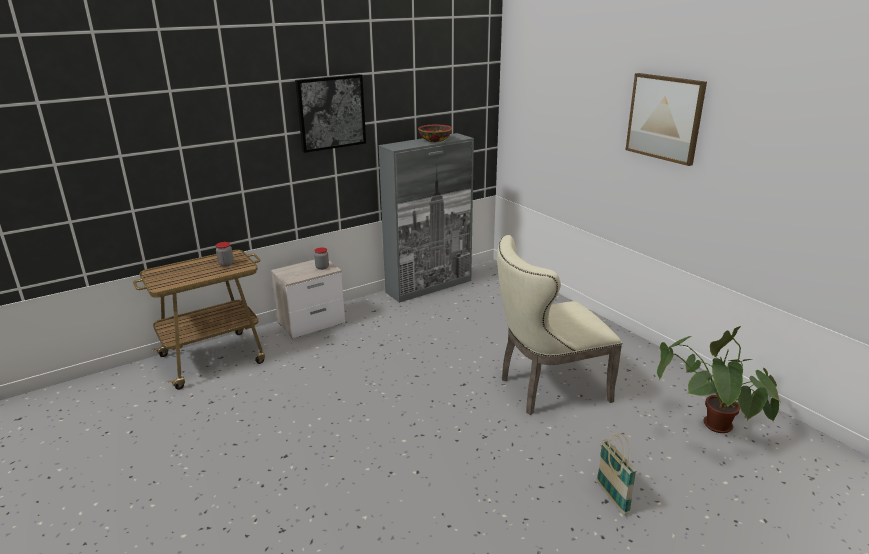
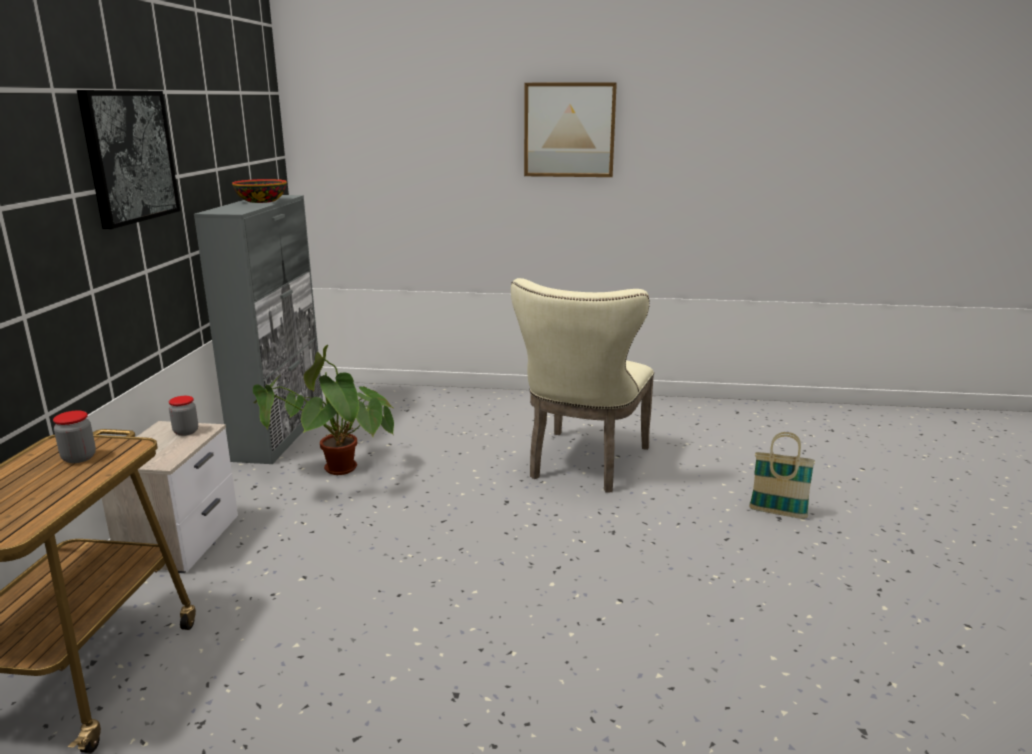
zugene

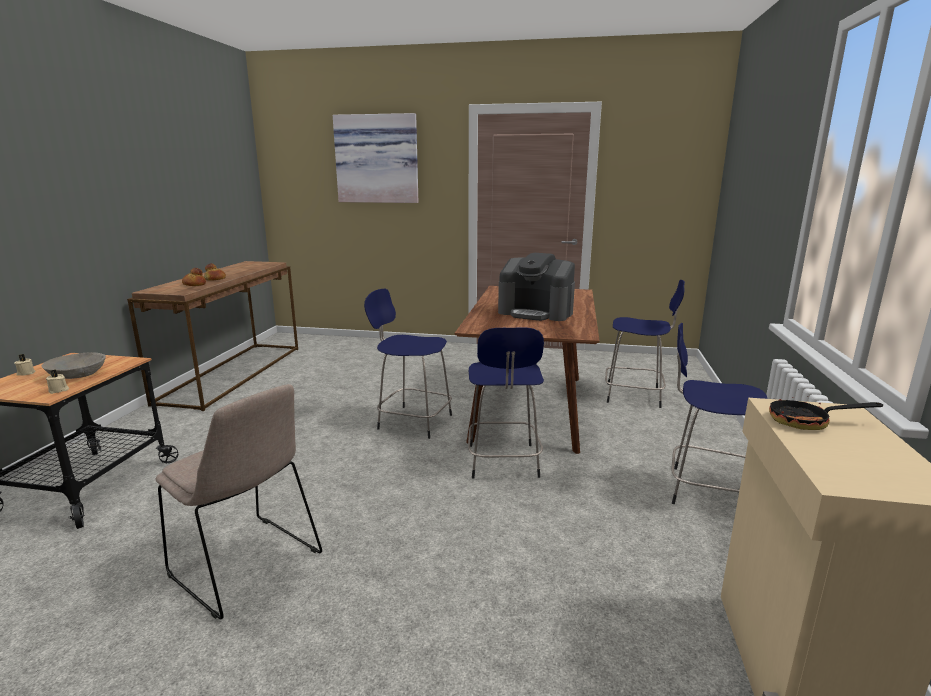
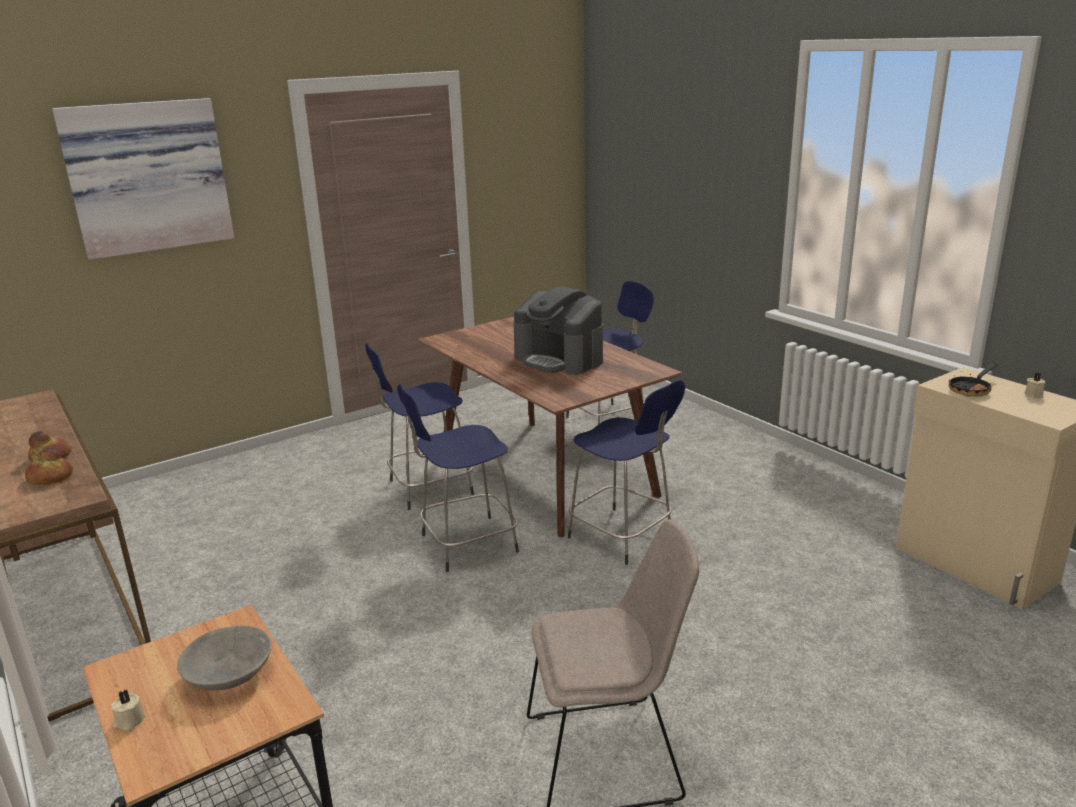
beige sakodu (no. 2 from left)
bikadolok
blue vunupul (no. 1 from left)

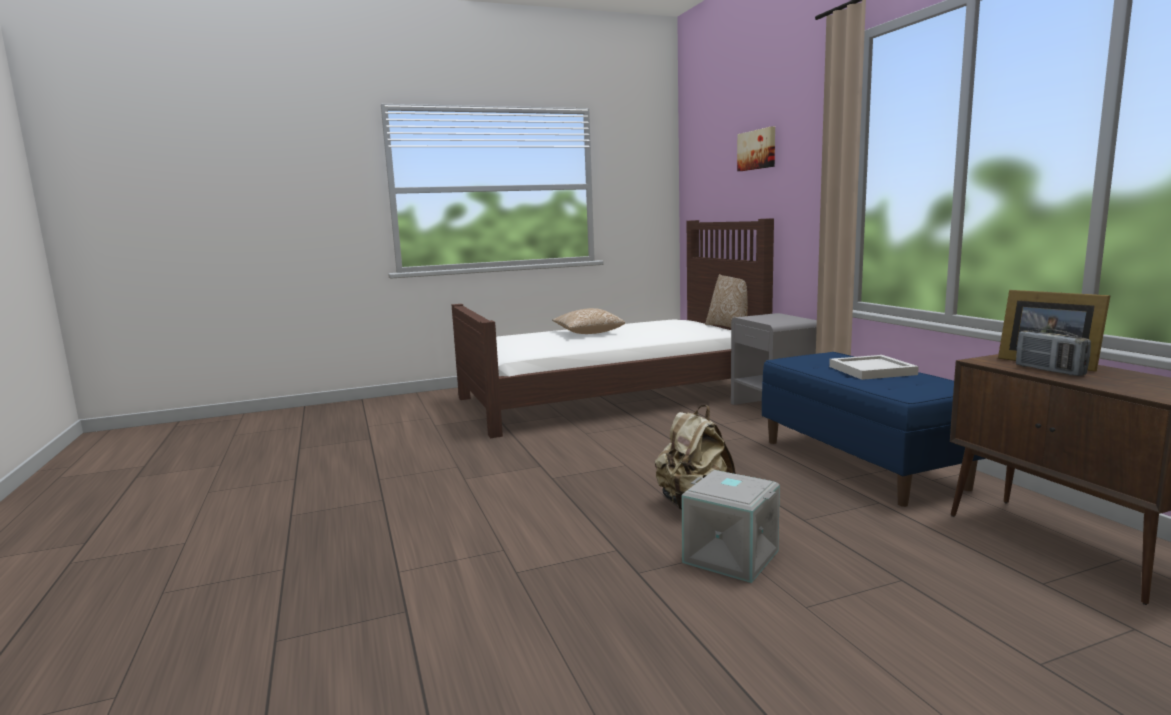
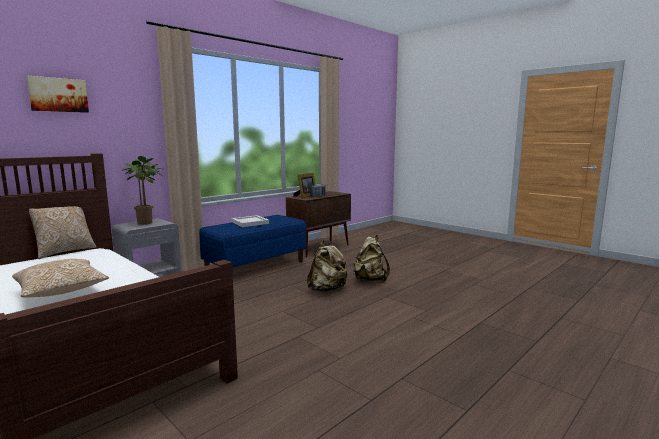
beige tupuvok (no. 2 from left)
zugene

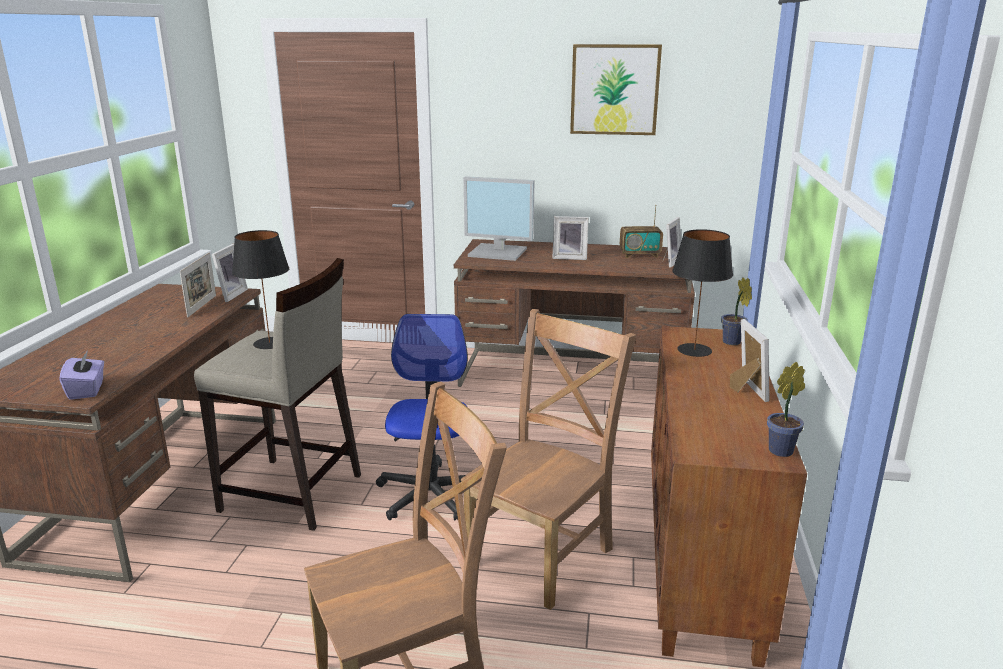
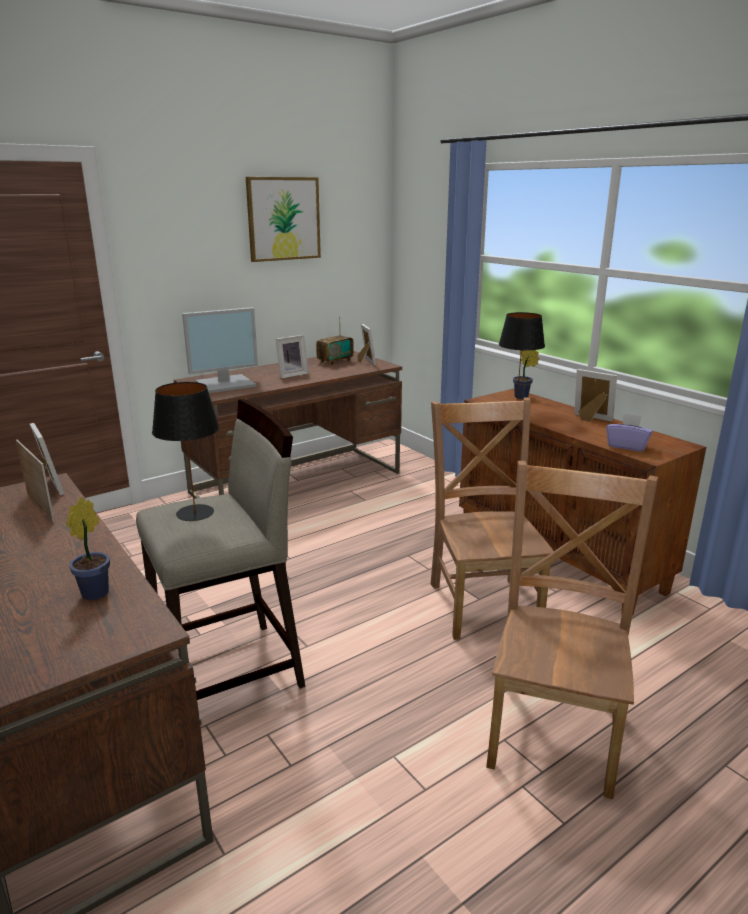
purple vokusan
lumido
zugene (no. 1 from left)

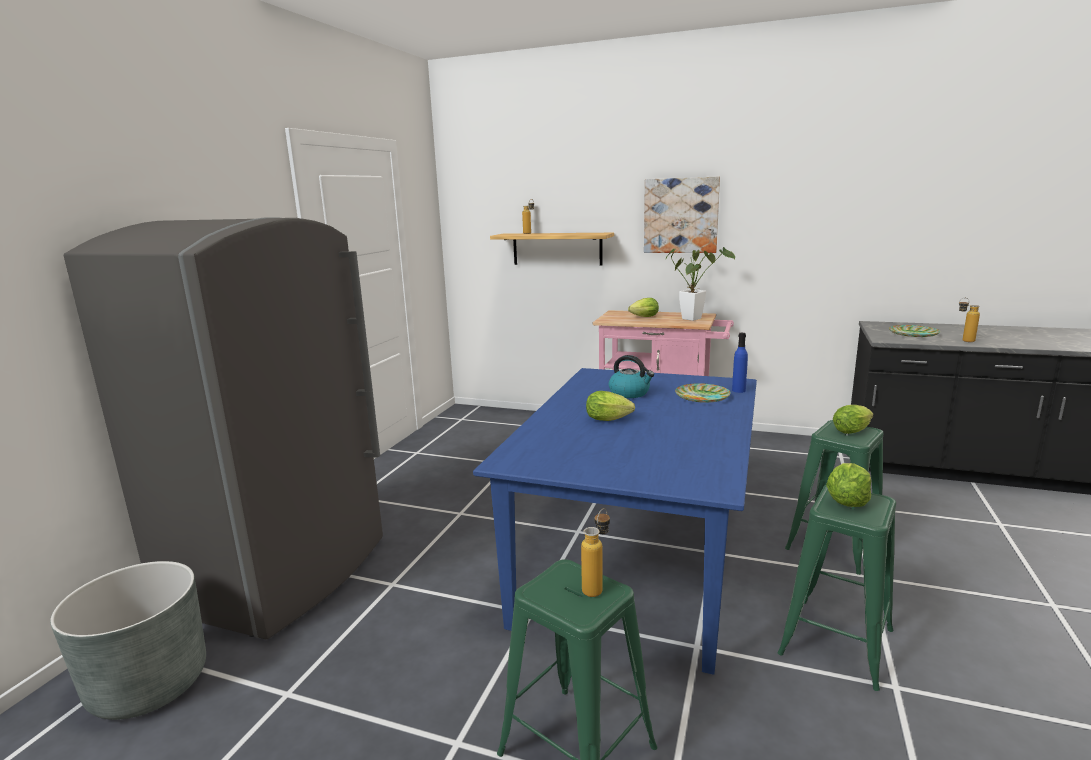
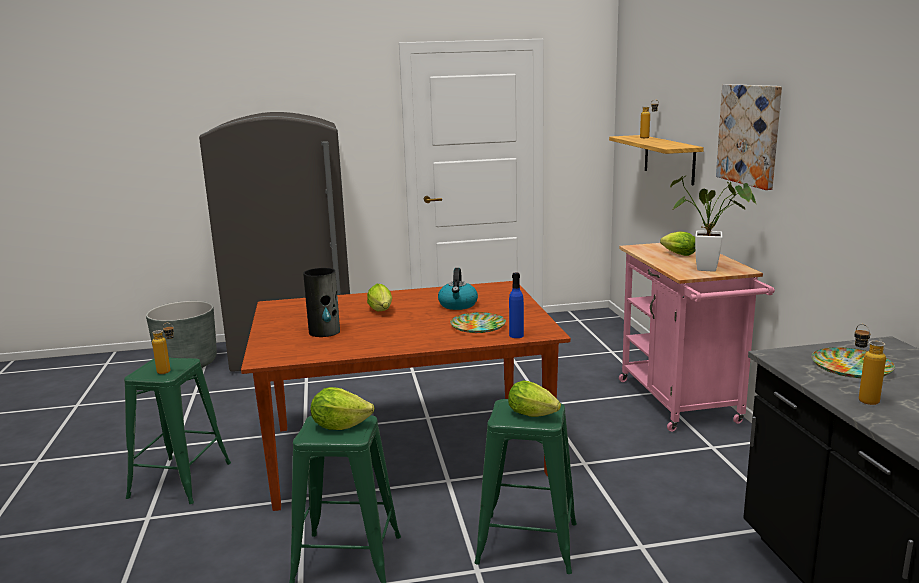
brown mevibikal
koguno

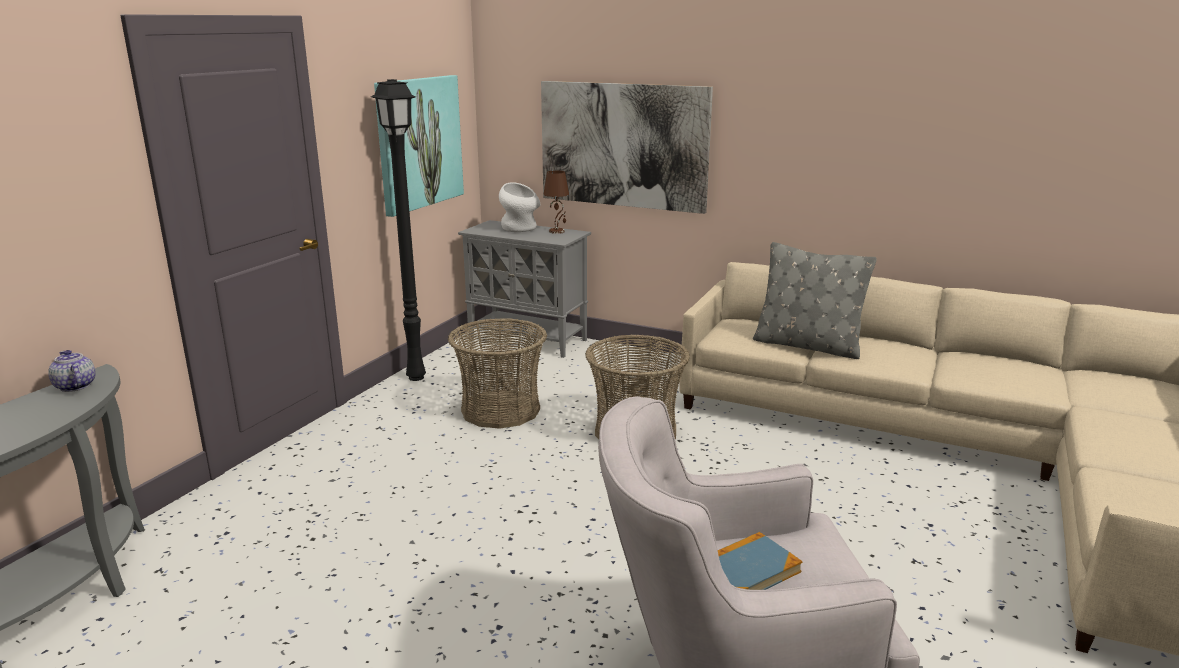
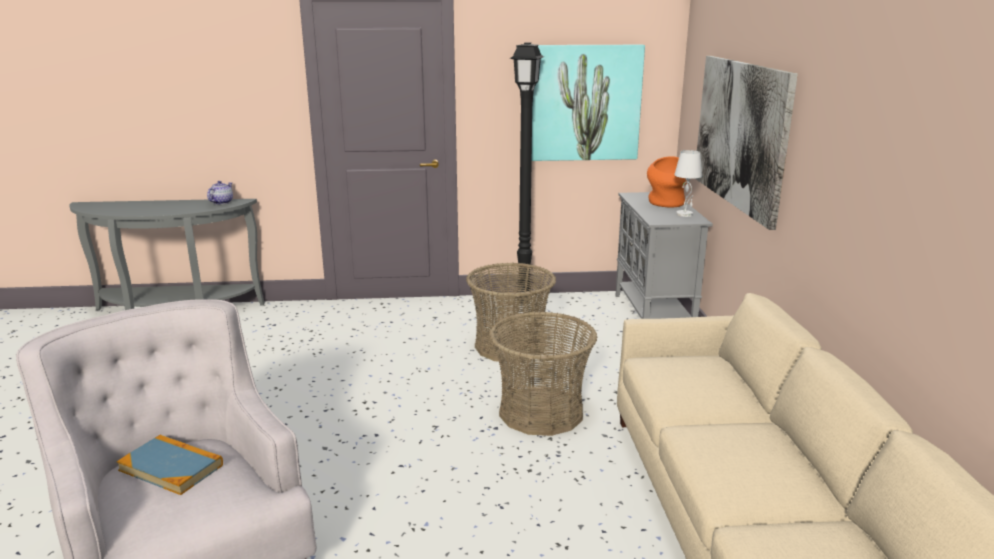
orange koguno
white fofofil
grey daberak

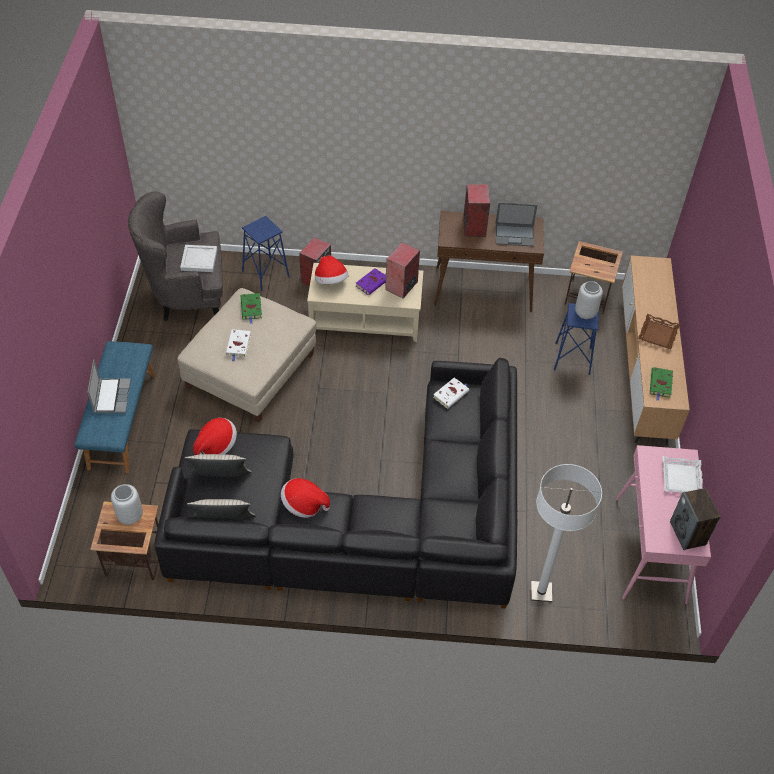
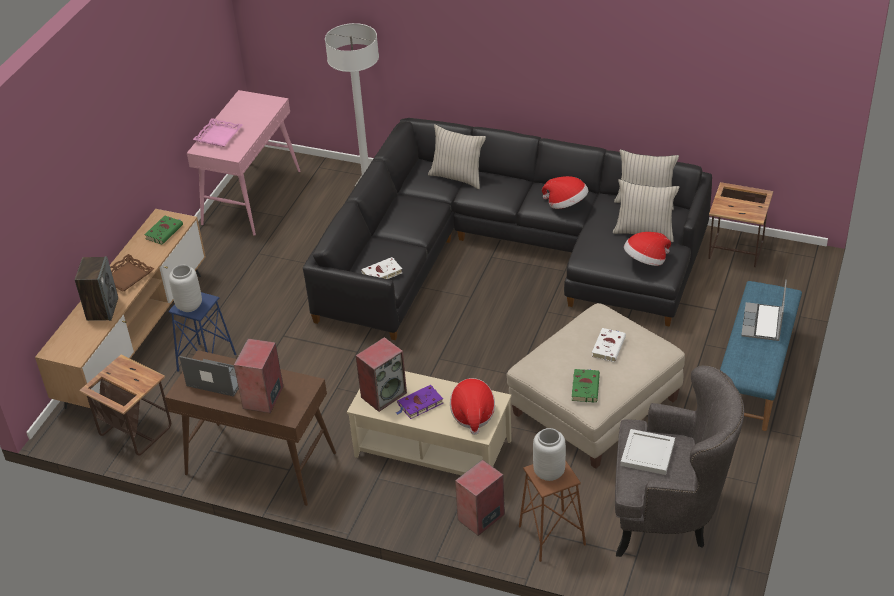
grey koguno (no. 2 from left)
brown vunupul
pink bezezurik
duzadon (no. 1 from left)
beige daberak (no. 1 from left)

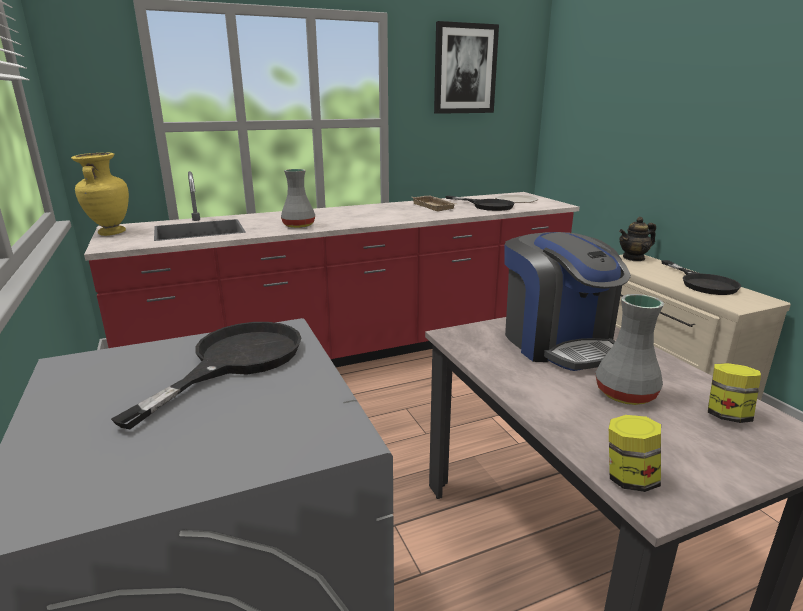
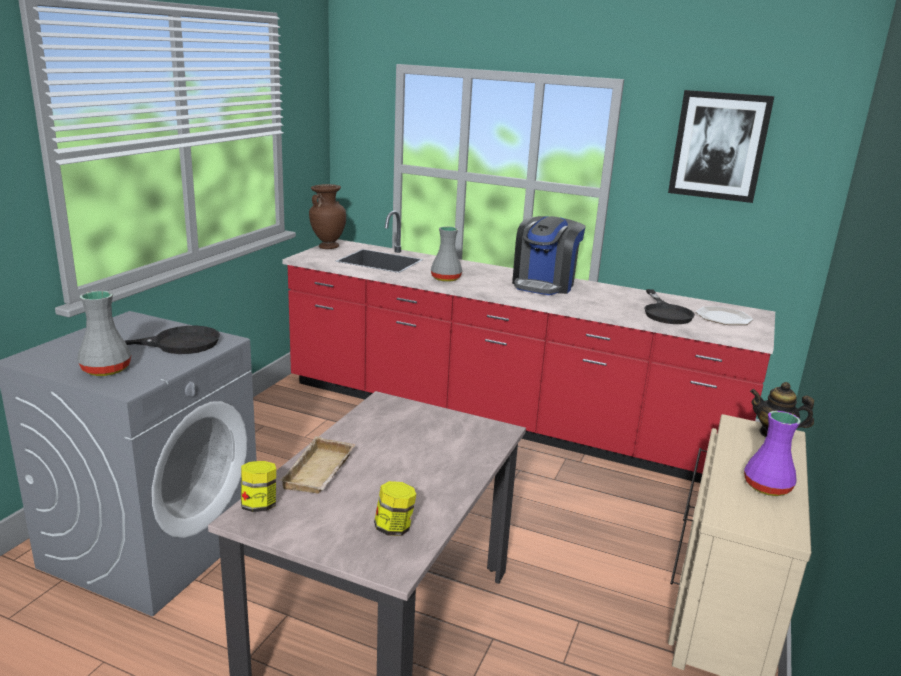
brown koguno
beige bezezurik
bikadolok
grey koguno (no. 1 from left)
purple koguno

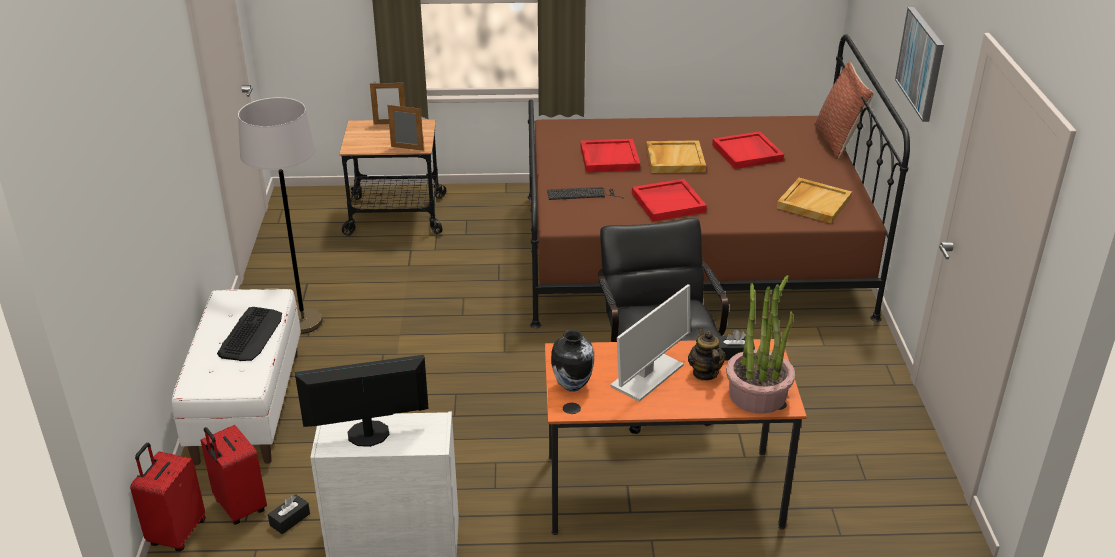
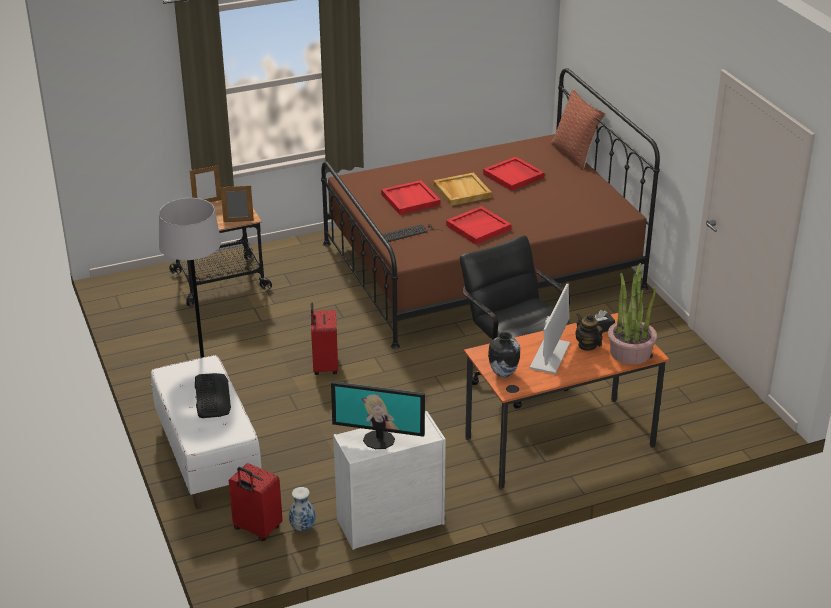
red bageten (no. 2 from left)
koguno (no. 1 from left)
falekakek (no. 1 from left)
beige bezezurik (no. 2 from left in the first image)
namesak

